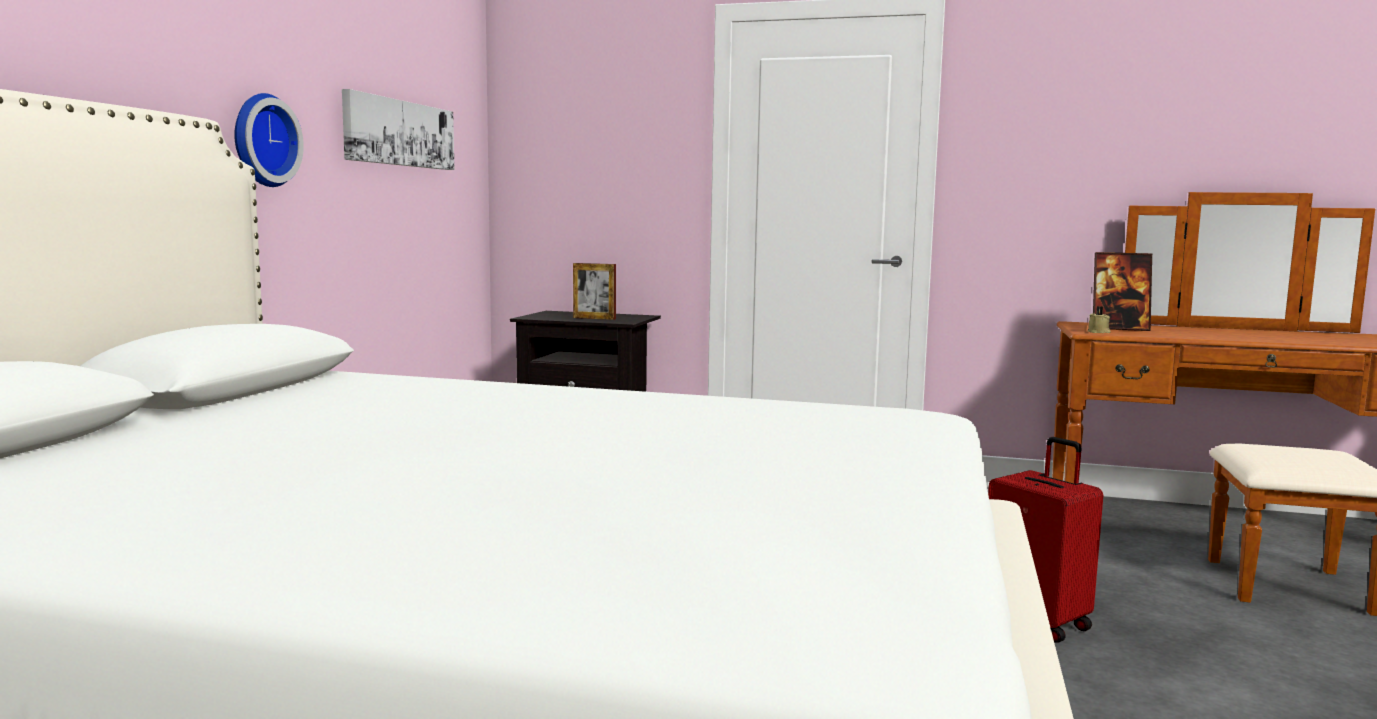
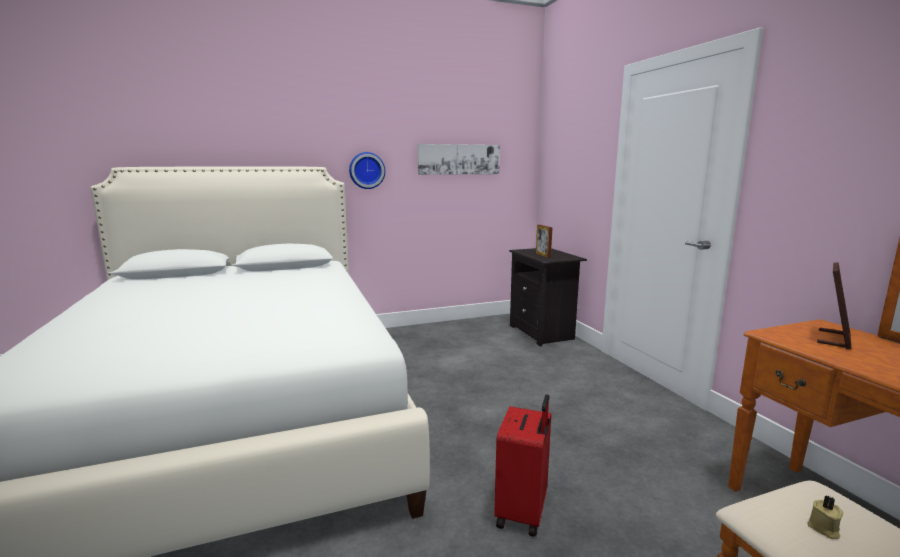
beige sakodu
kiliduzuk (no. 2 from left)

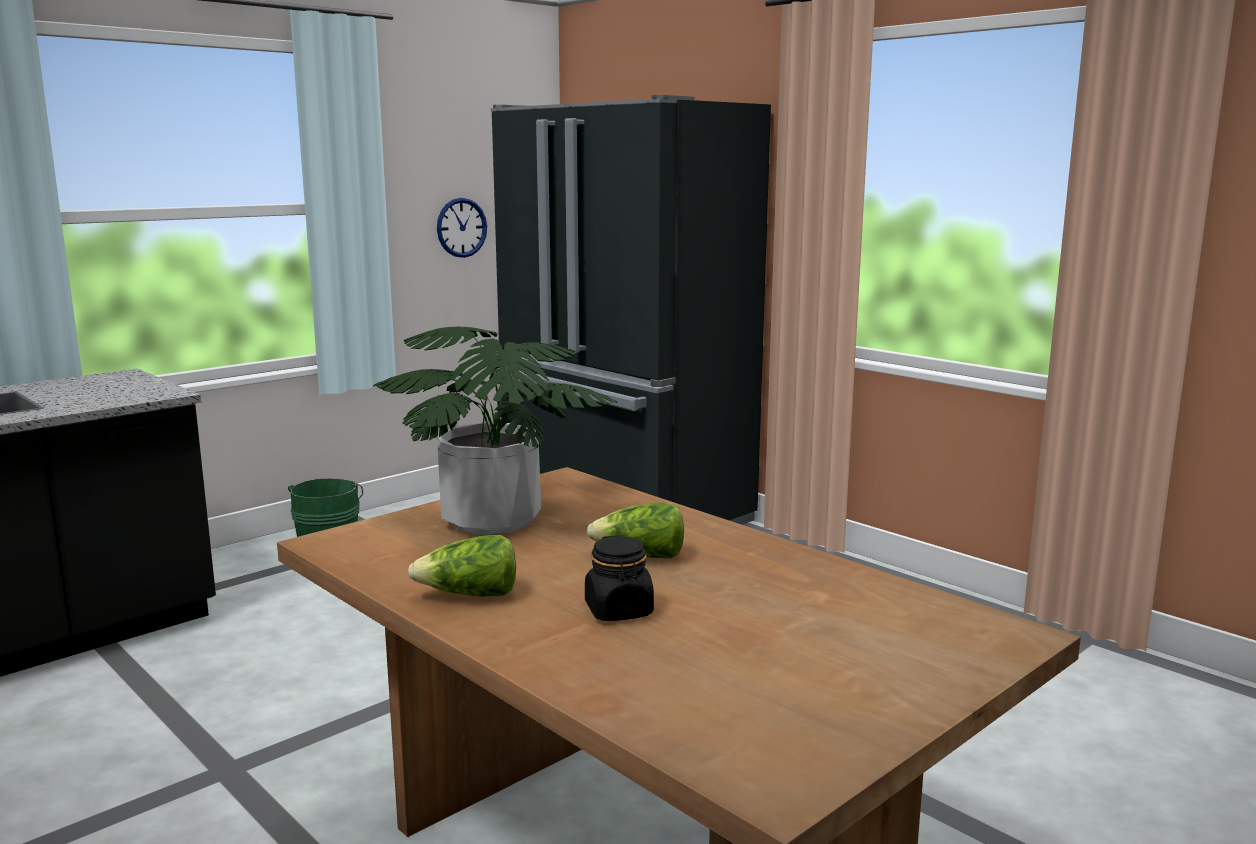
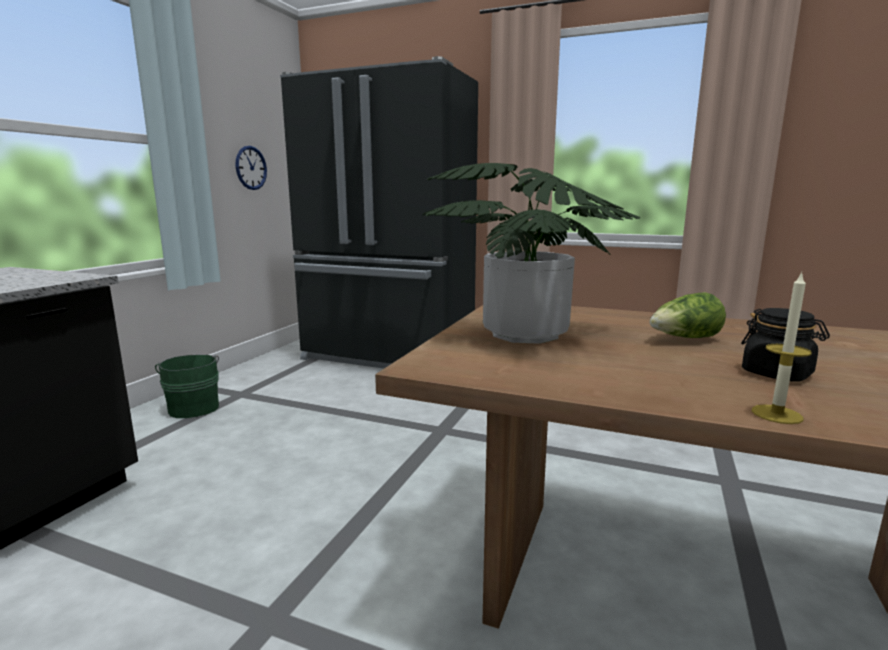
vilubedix (no. 1 from left in the first image)
sakodu

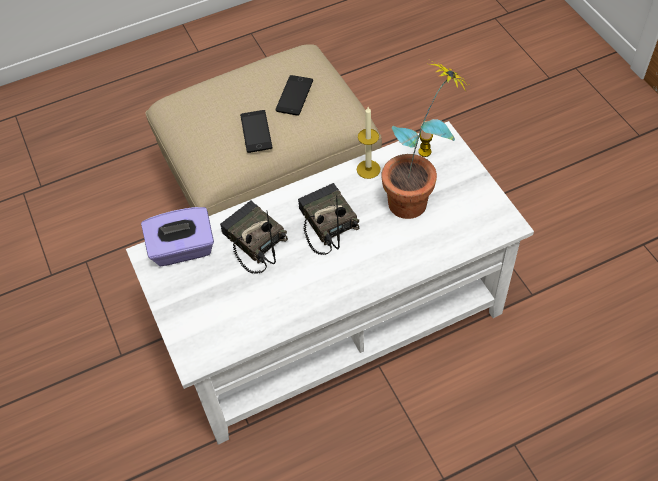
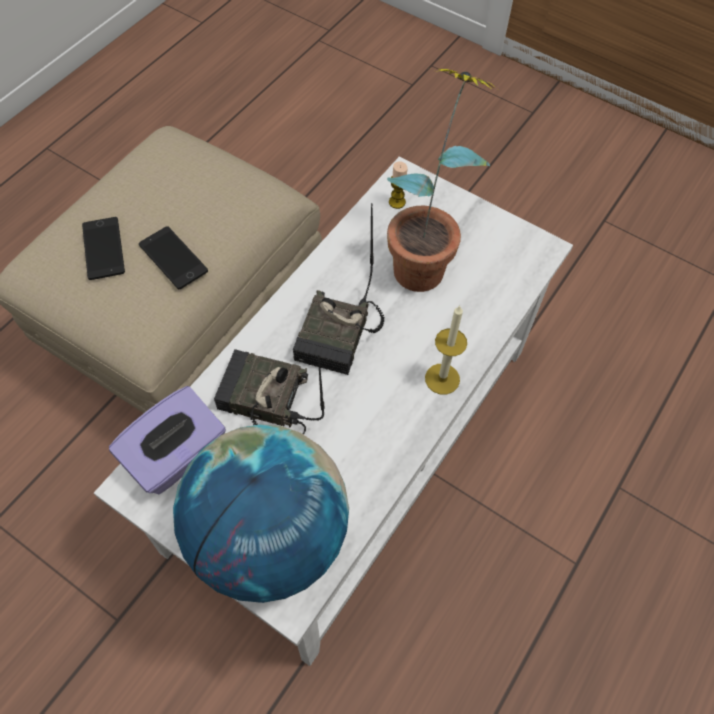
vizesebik (no. 1 from left)
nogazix (no. 2 from left)
sakodu (no. 2 from left)
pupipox

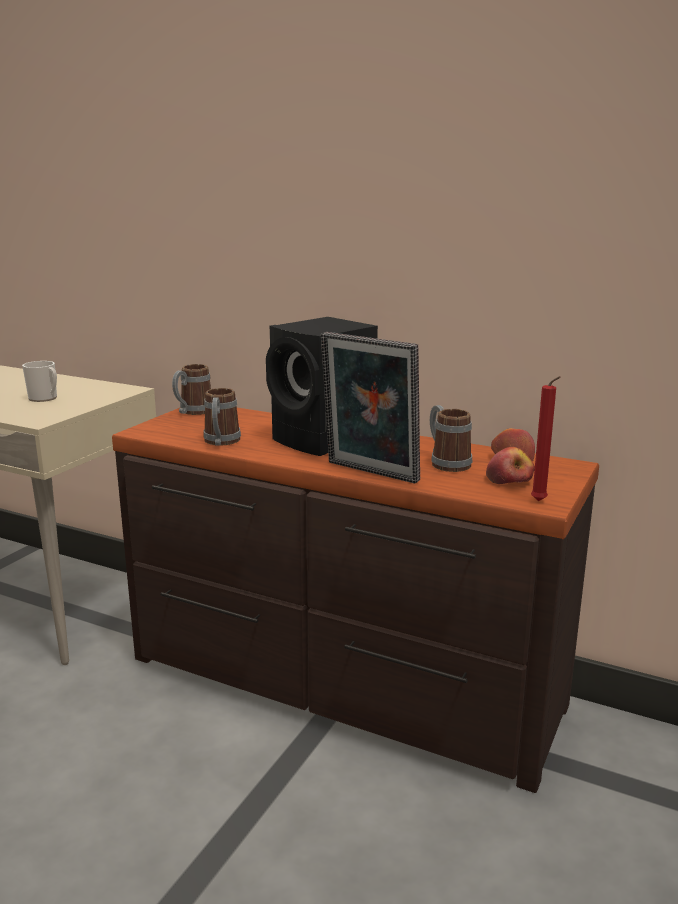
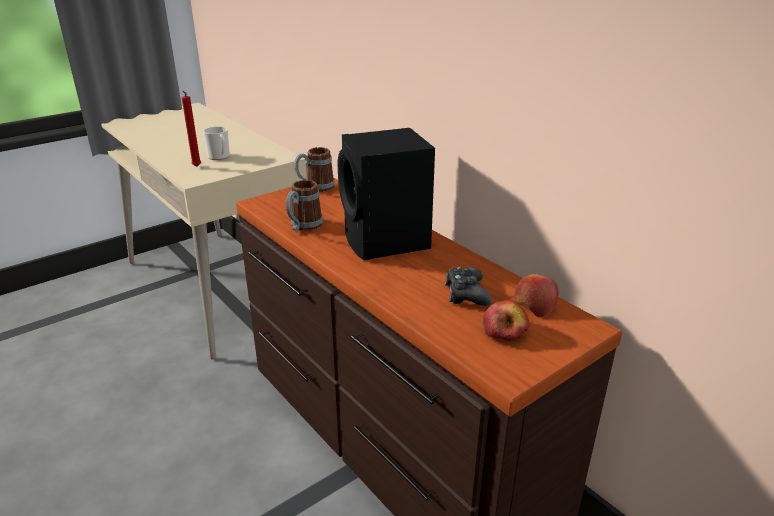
kiliduzuk
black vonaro
red sakodu

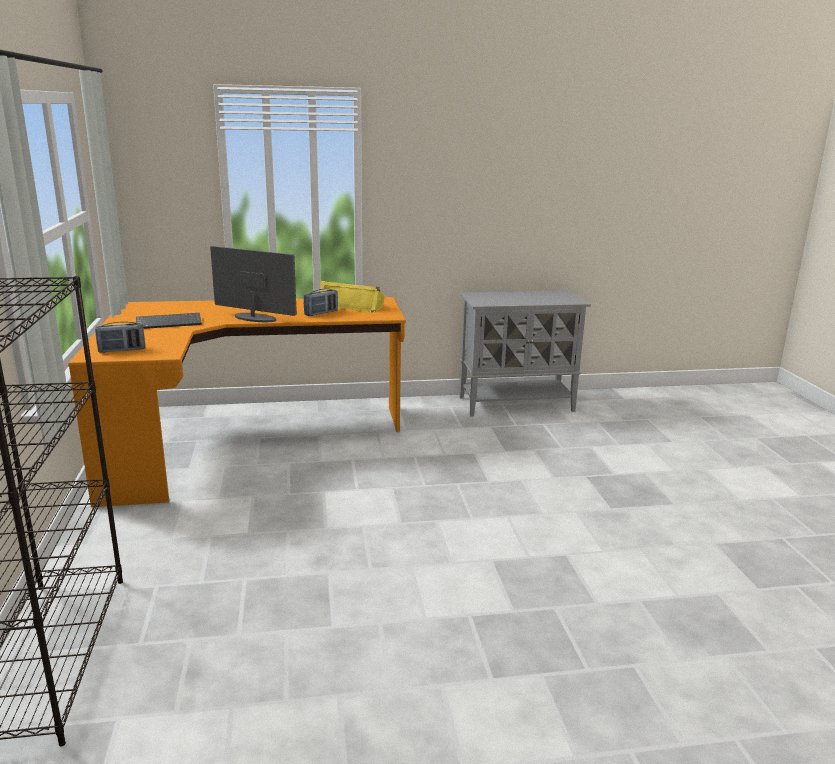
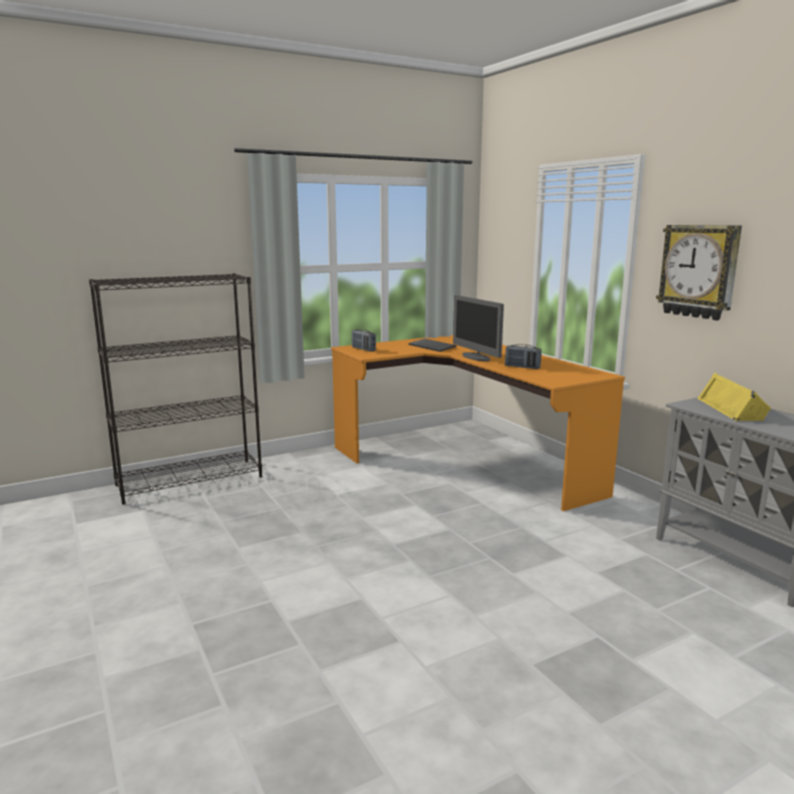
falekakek
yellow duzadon
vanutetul

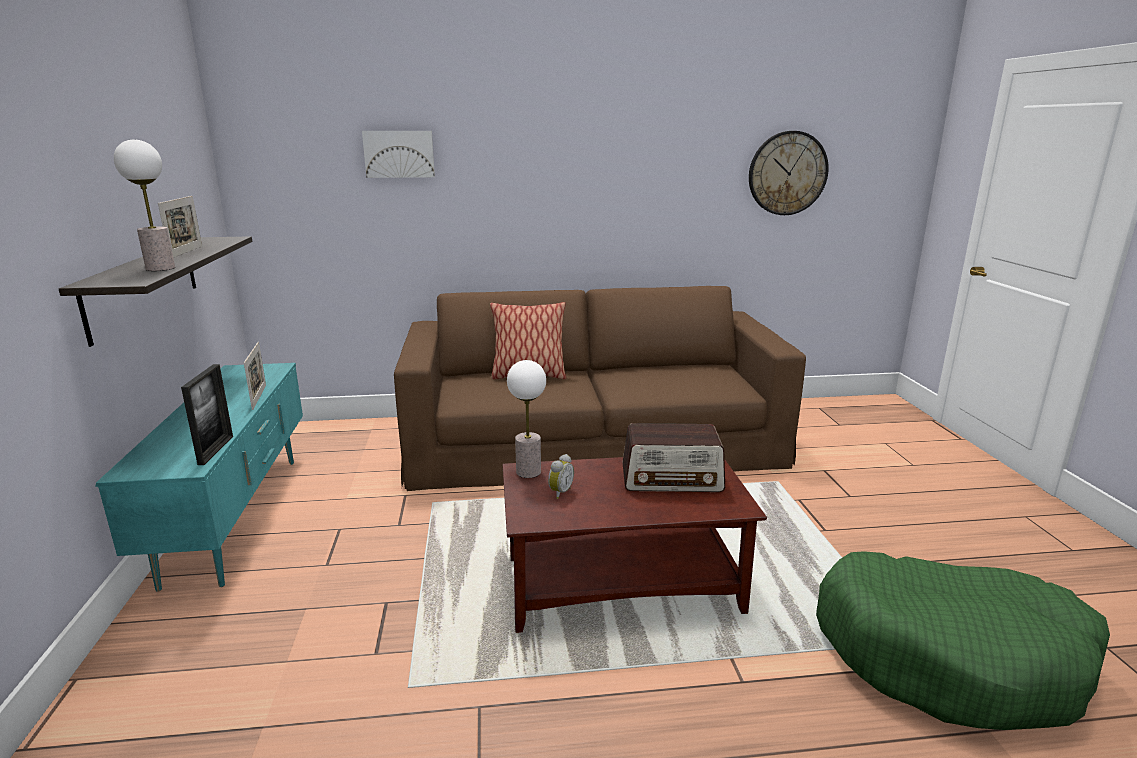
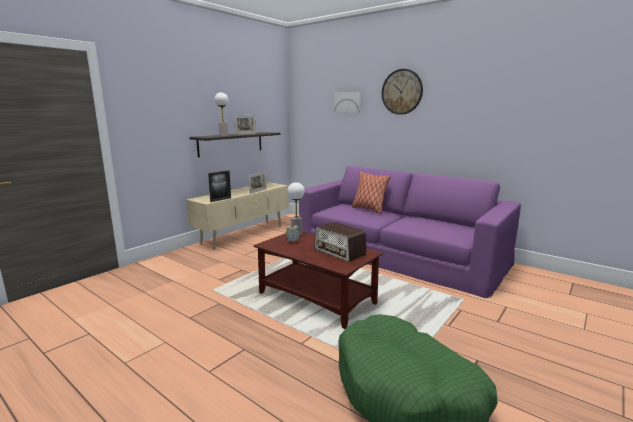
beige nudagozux
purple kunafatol
vanutetul

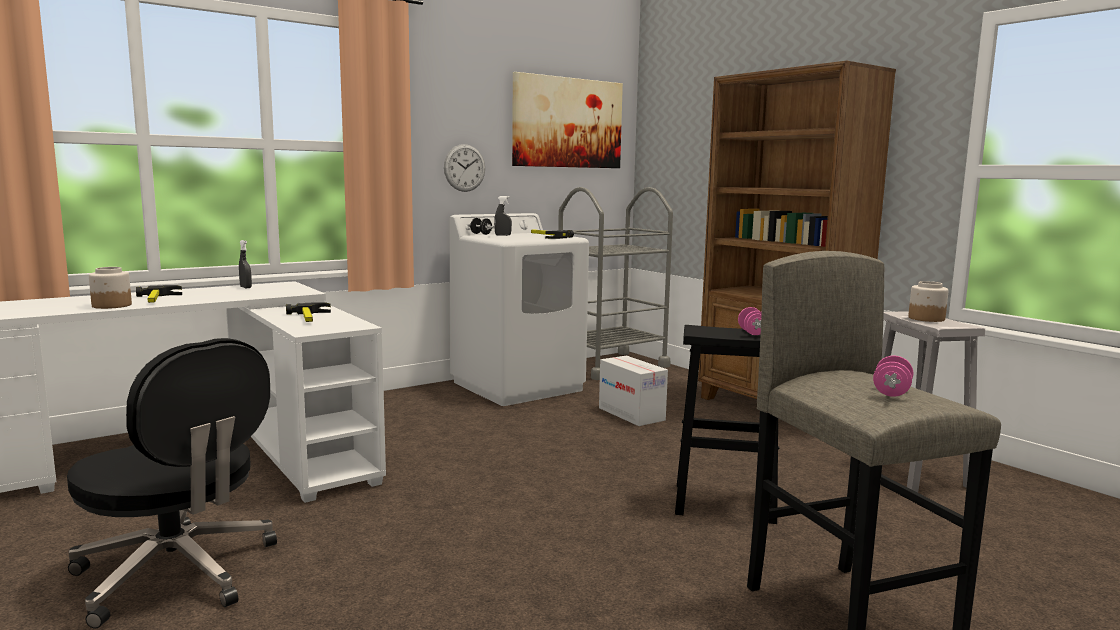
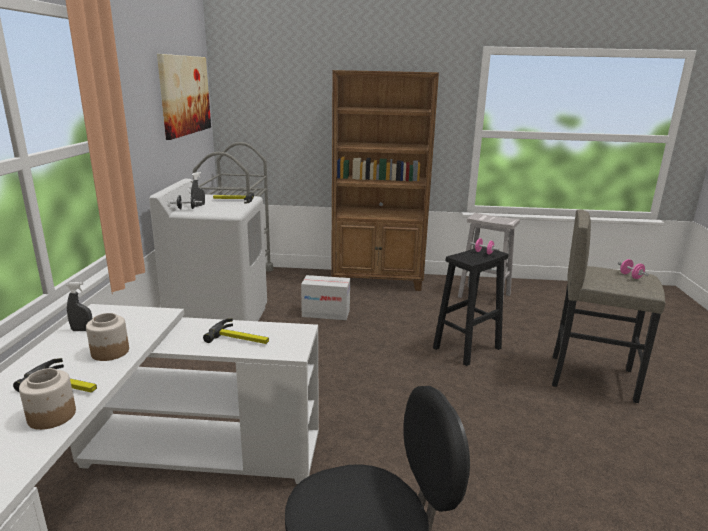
vanutetul
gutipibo (no. 2 from left)

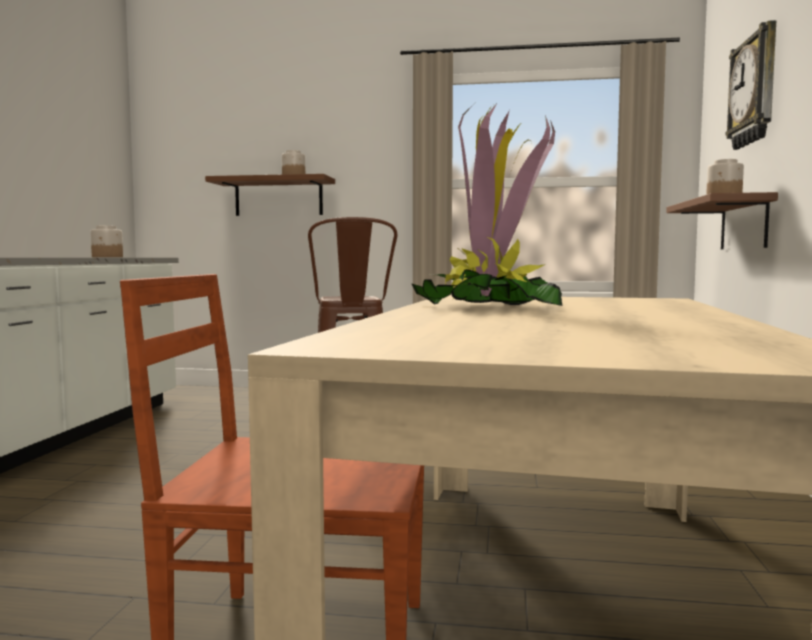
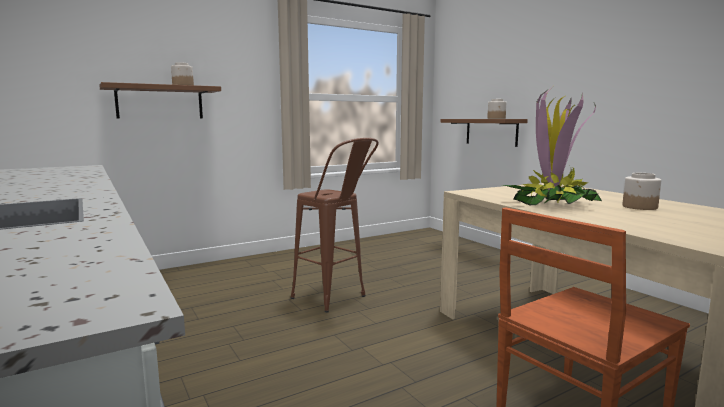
gutipibo (no. 3 from left)
vanutetul

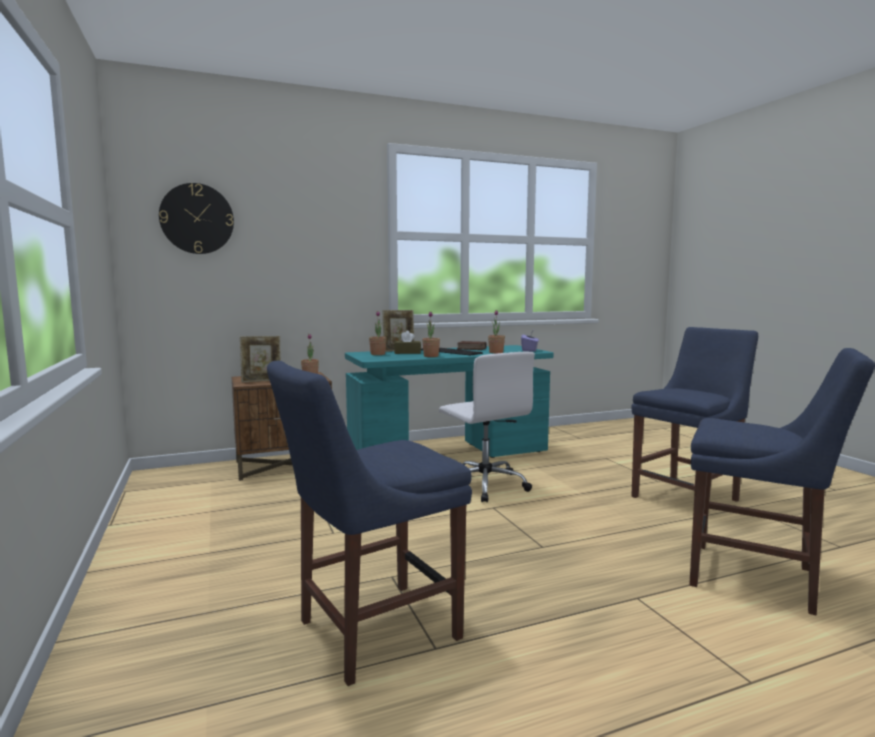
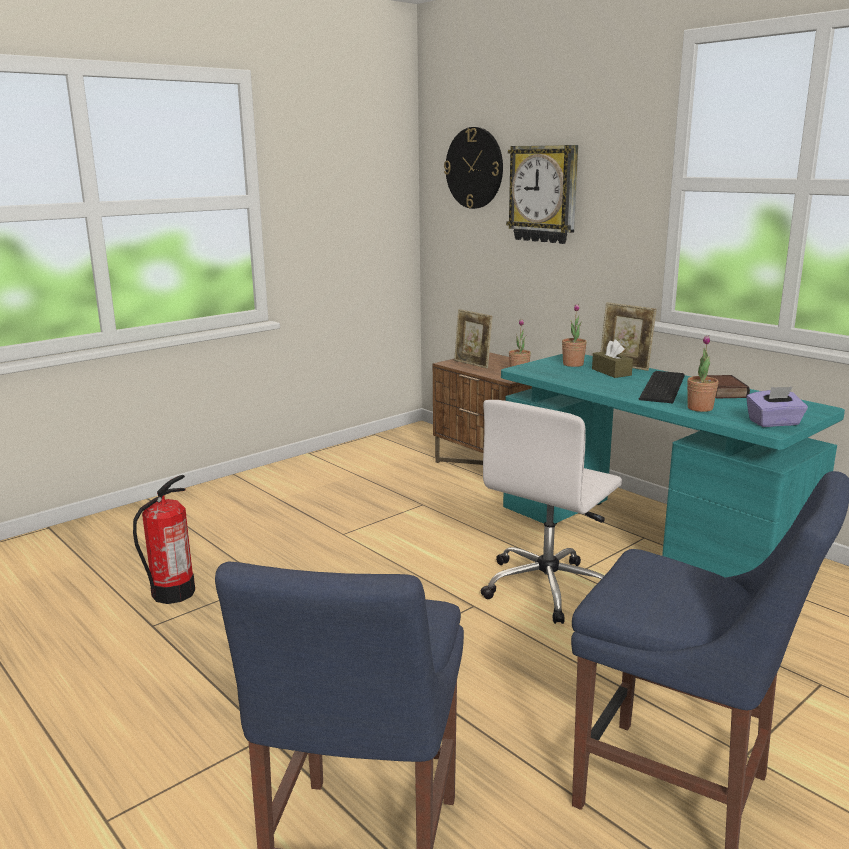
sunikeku
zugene (no. 3 from left in the first image)
vanutetul (no. 2 from left)

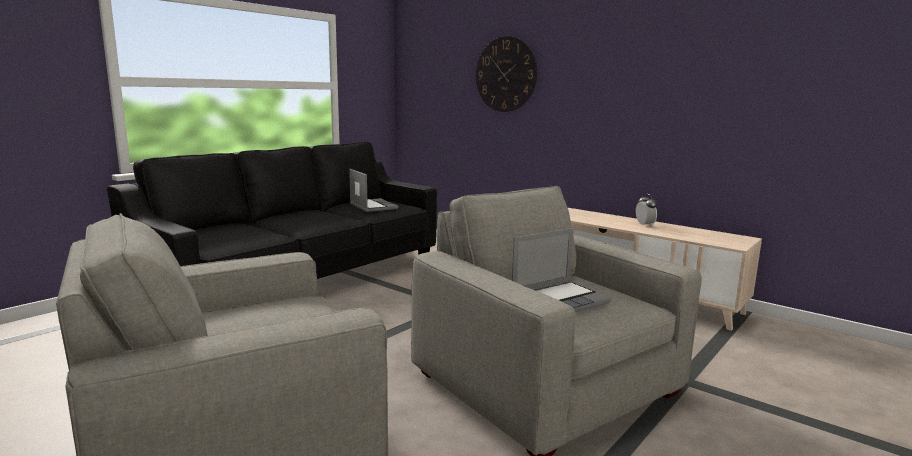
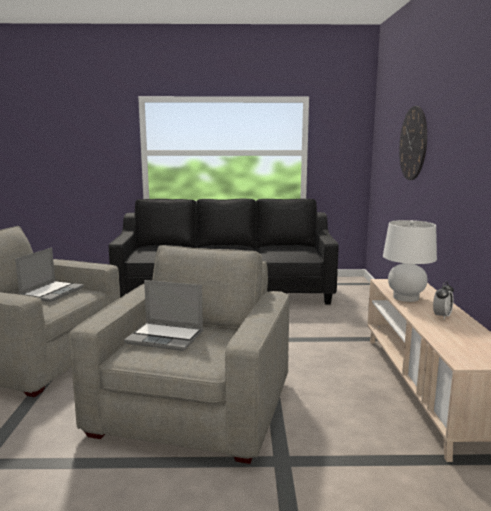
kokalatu (no. 1 from left)
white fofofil

